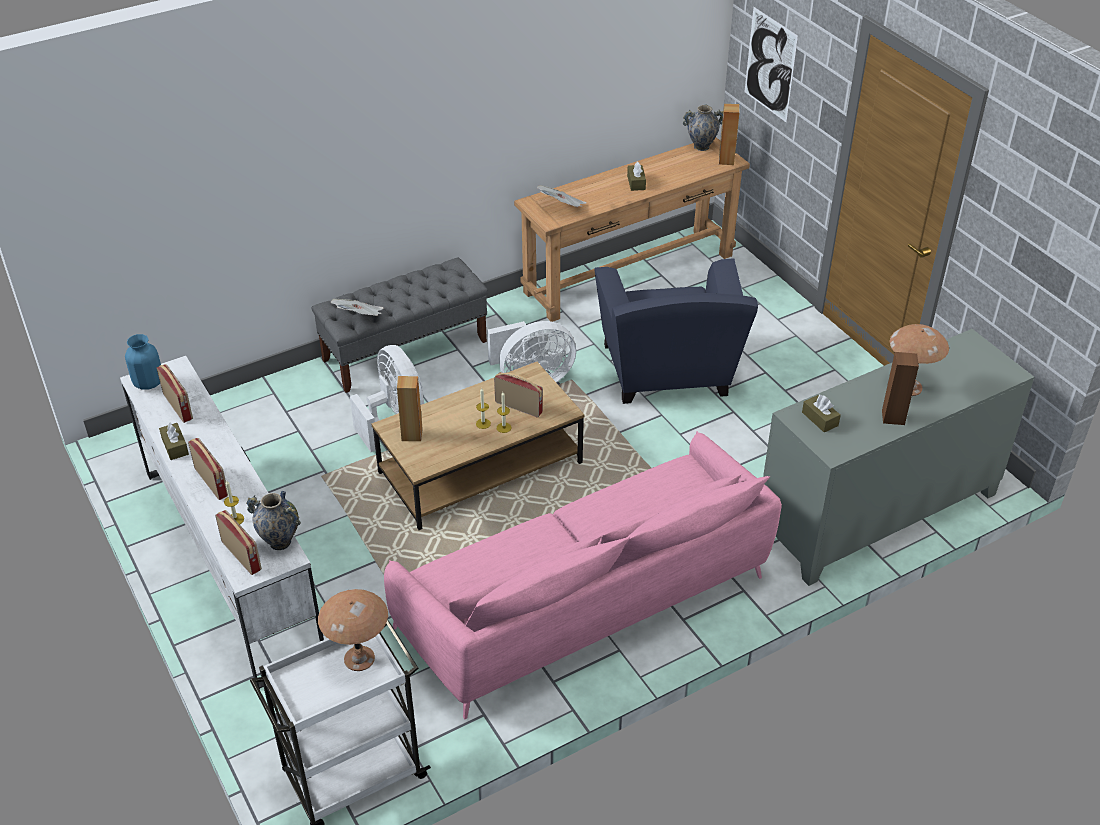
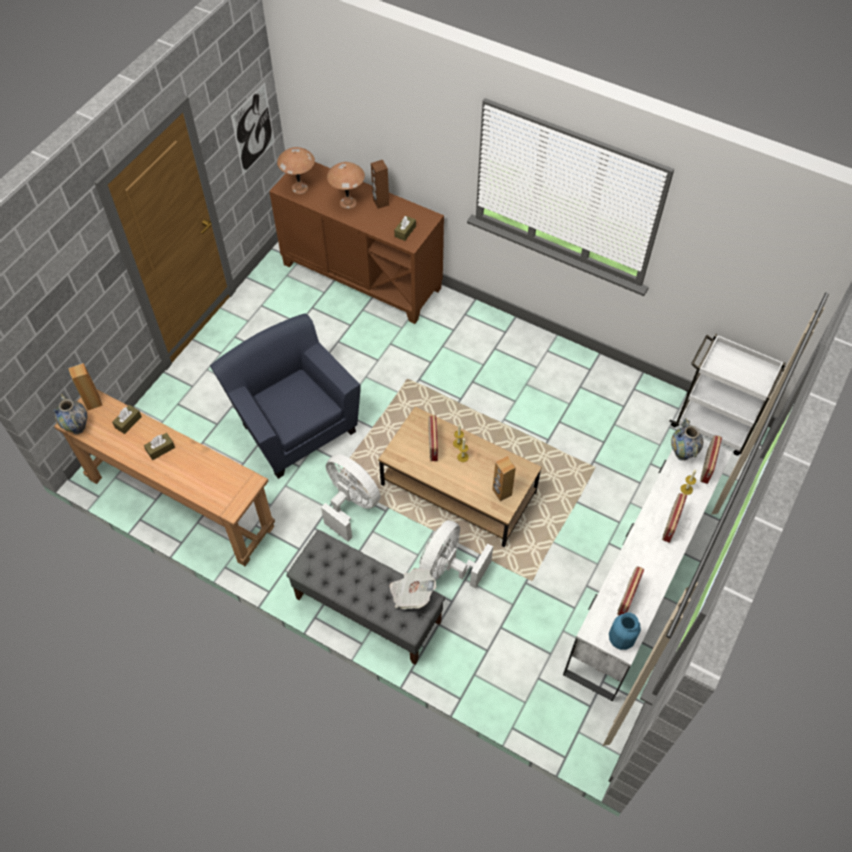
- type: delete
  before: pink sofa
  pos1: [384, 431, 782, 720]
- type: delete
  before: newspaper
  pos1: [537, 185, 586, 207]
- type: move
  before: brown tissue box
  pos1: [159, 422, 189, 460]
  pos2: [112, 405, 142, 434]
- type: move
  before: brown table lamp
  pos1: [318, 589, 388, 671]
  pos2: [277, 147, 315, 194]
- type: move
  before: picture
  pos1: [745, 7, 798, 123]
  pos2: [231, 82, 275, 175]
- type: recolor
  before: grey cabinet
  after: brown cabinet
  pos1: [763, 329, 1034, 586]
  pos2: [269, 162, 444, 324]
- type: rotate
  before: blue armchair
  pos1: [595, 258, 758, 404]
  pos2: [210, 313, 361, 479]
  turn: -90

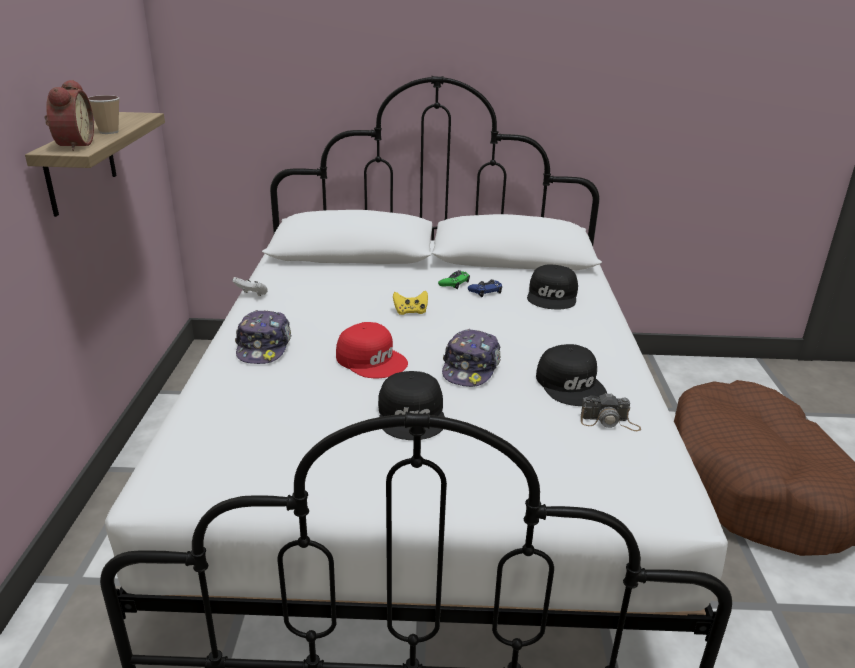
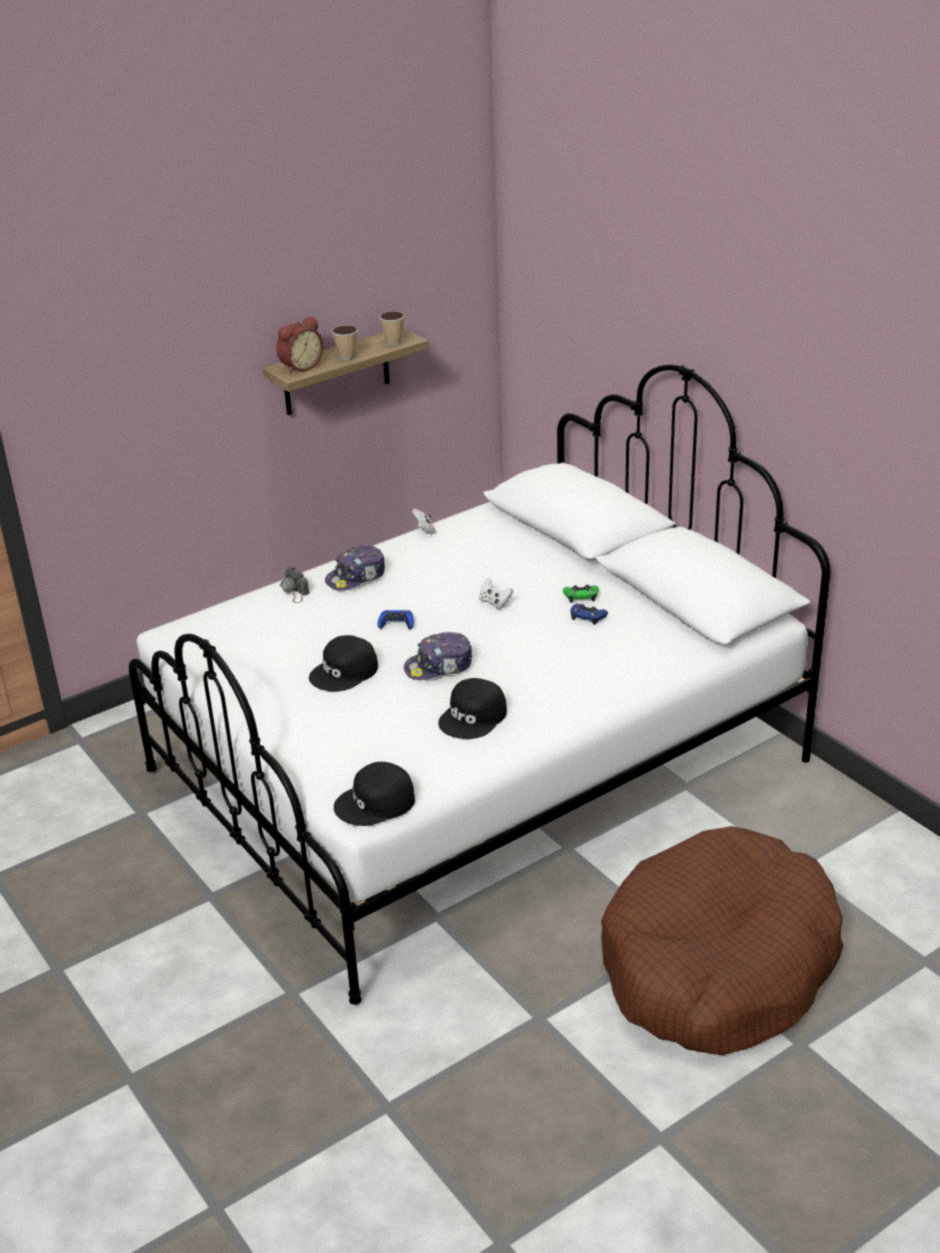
- type: insert
  after: cup
  pos2: [379, 311, 405, 345]
- type: move
  before: black cap
  pos1: [527, 265, 578, 309]
  pos2: [334, 762, 415, 826]
- type: move
  before: photo camera
  pos1: [581, 392, 641, 431]
  pos2: [279, 567, 309, 603]
- type: replace
  before: red cap
  after: blue game controller
  pos1: [336, 322, 408, 378]
  pos2: [377, 610, 414, 629]
- type: recolor
  before: yellow game controller
  after: white game controller
  pos1: [393, 291, 428, 315]
  pos2: [479, 578, 513, 609]

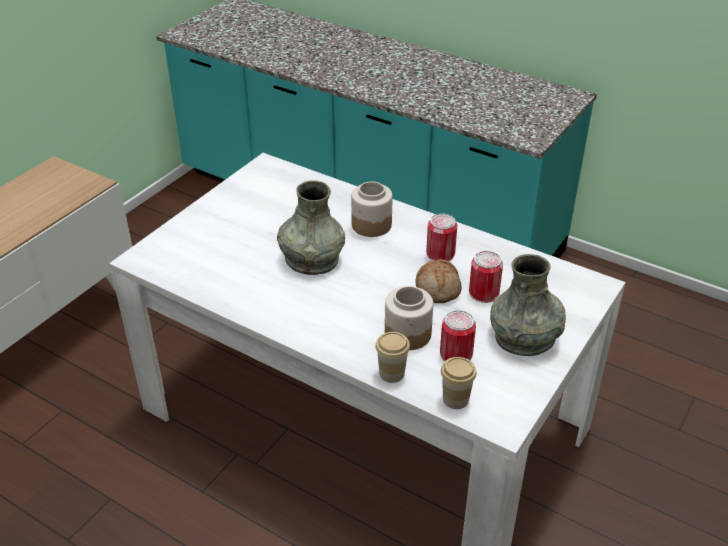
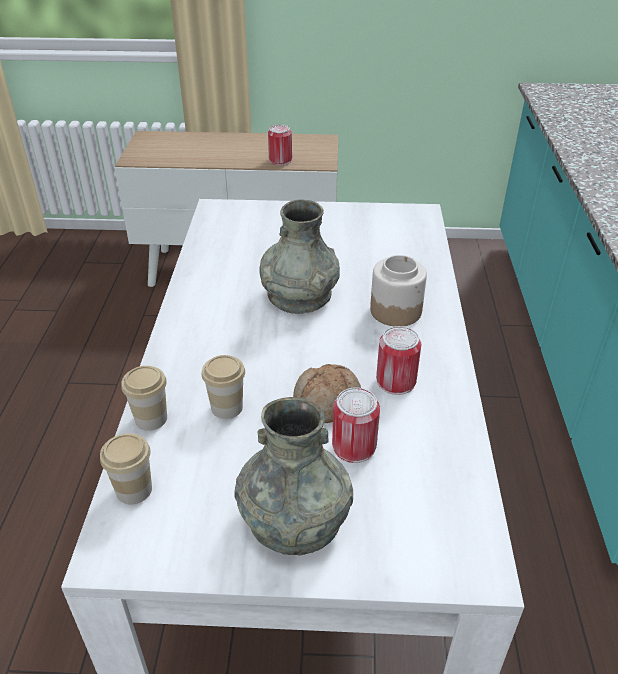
- type: move
  before: can
  pos1: [440, 310, 476, 362]
  pos2: [268, 124, 292, 165]
- type: replace
  before: jar
  after: cup
  pos1: [385, 286, 433, 350]
  pos2: [202, 355, 245, 419]

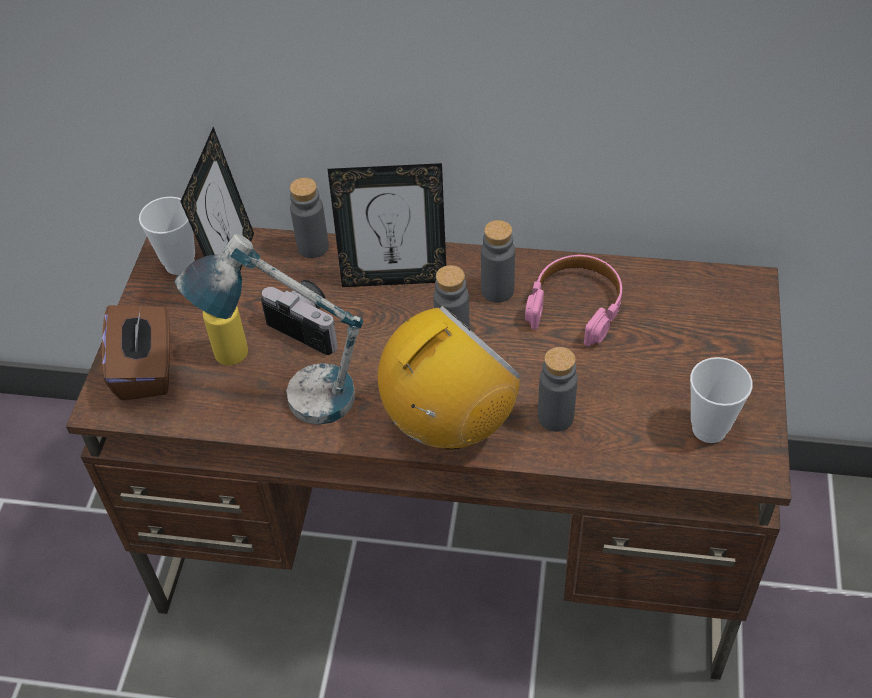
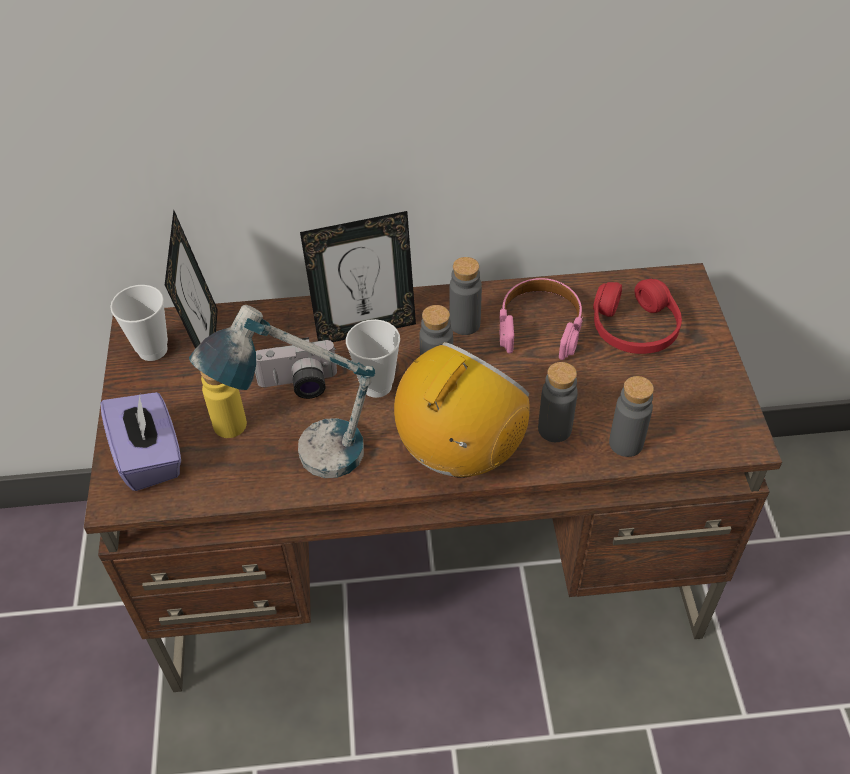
- type: insert
  after: red headphones
  pos2: [593, 279, 682, 354]
- type: move
  before: grey bottle
  pos1: [290, 178, 329, 258]
  pos2: [609, 376, 654, 457]
- type: move
  before: cup
  pos1: [690, 357, 753, 443]
  pos2: [346, 319, 400, 398]
- type: recolor
  before: brown tissue box
  after: purple tissue box
  pos1: [102, 305, 170, 401]
  pos2: [101, 392, 181, 491]
- type: rotate
  before: photo camera
  pos1: [261, 280, 338, 355]
  pos2: [255, 337, 337, 399]
  turn: 150

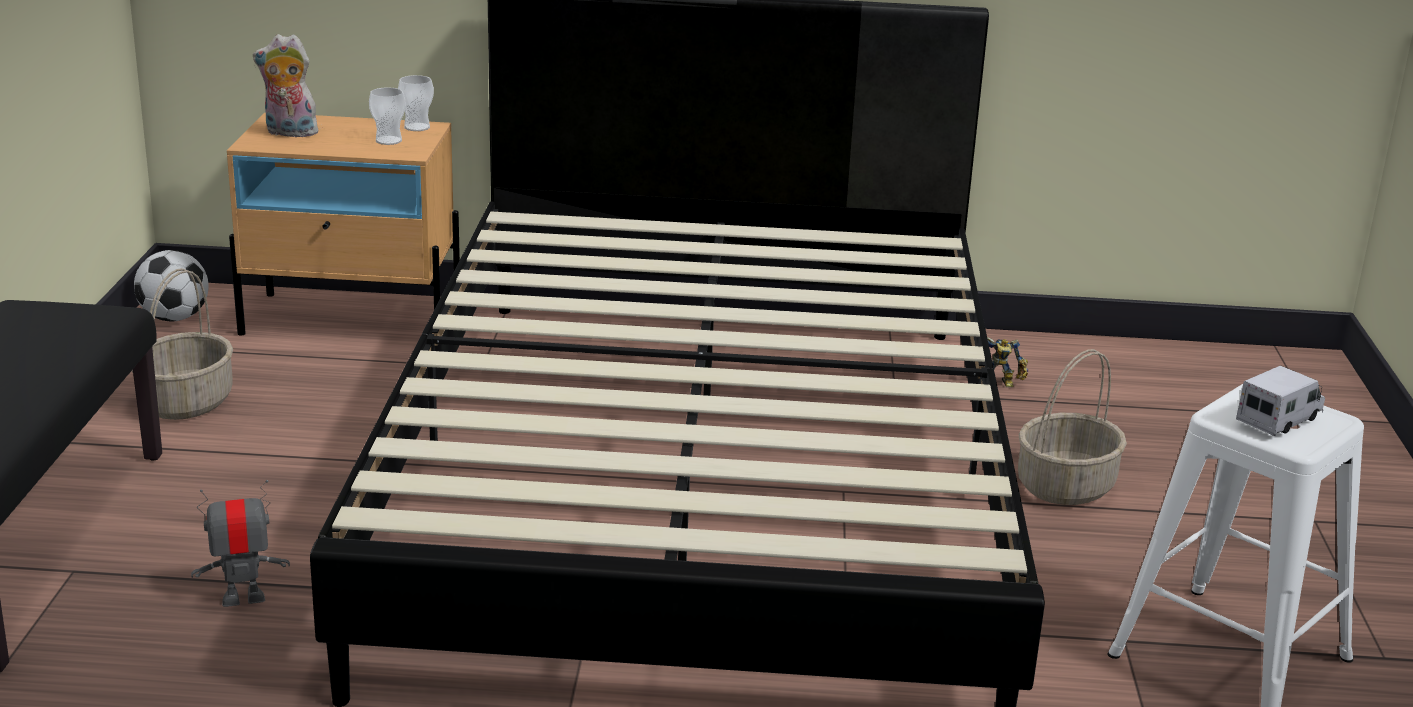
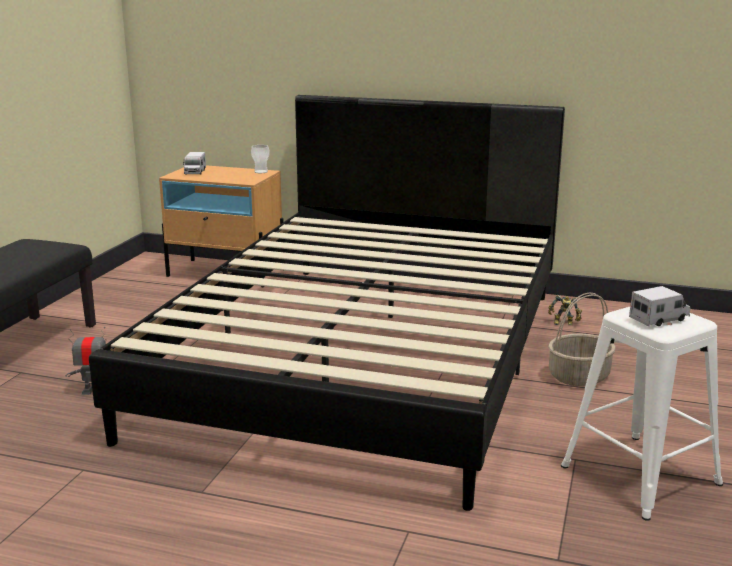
- type: delete
  before: basket
  pos1: [132, 268, 233, 420]
- type: delete
  before: football
  pos1: [134, 250, 209, 321]
- type: delete
  before: cup
  pos1: [369, 87, 406, 145]
- type: replace
  before: plush toy
  after: toy truck
  pos1: [253, 34, 318, 137]
  pos2: [183, 152, 206, 175]

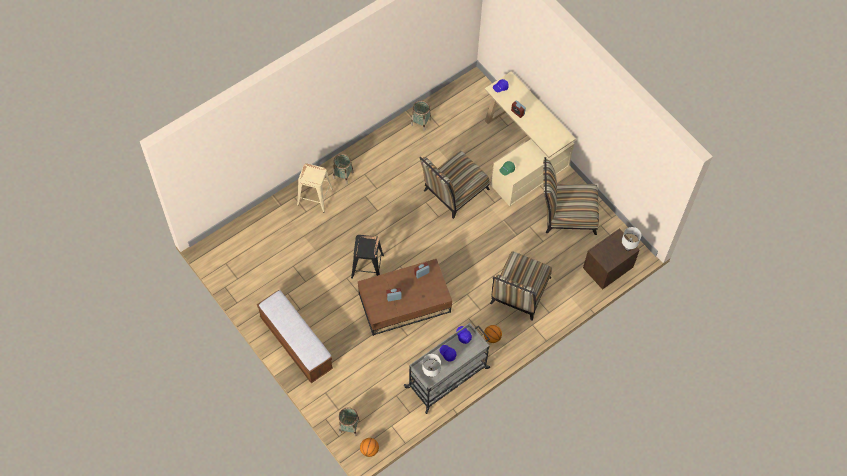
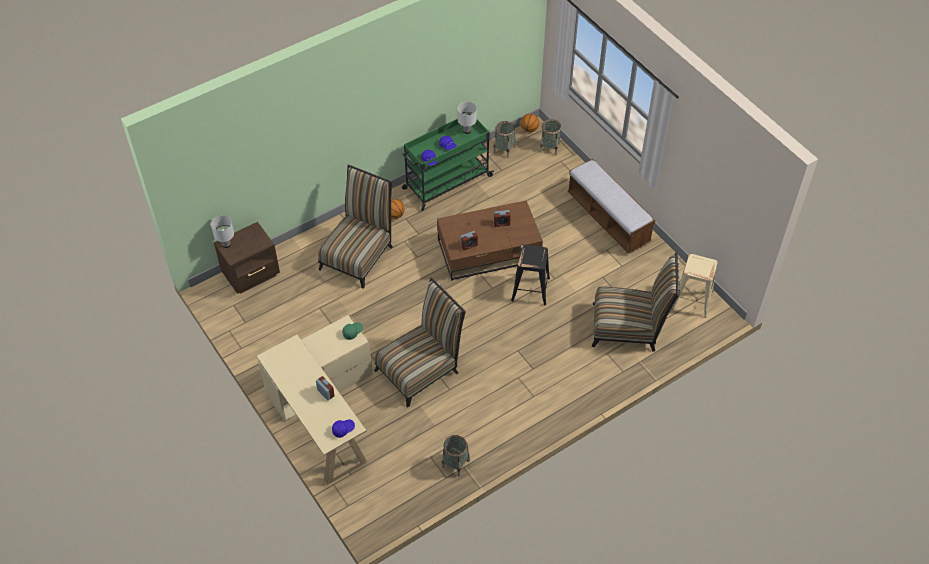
- type: move
  before: beige stool
  pos1: [297, 163, 333, 212]
  pos2: [672, 254, 717, 318]
- type: move
  before: basket
  pos1: [333, 154, 354, 184]
  pos2: [493, 121, 516, 158]
- type: move
  before: chair
  pos1: [543, 157, 599, 235]
  pos2: [592, 253, 680, 352]
- type: recolor
  before: grey cart
  after: green cart
  pos1: [404, 323, 490, 414]
  pos2: [402, 113, 494, 211]

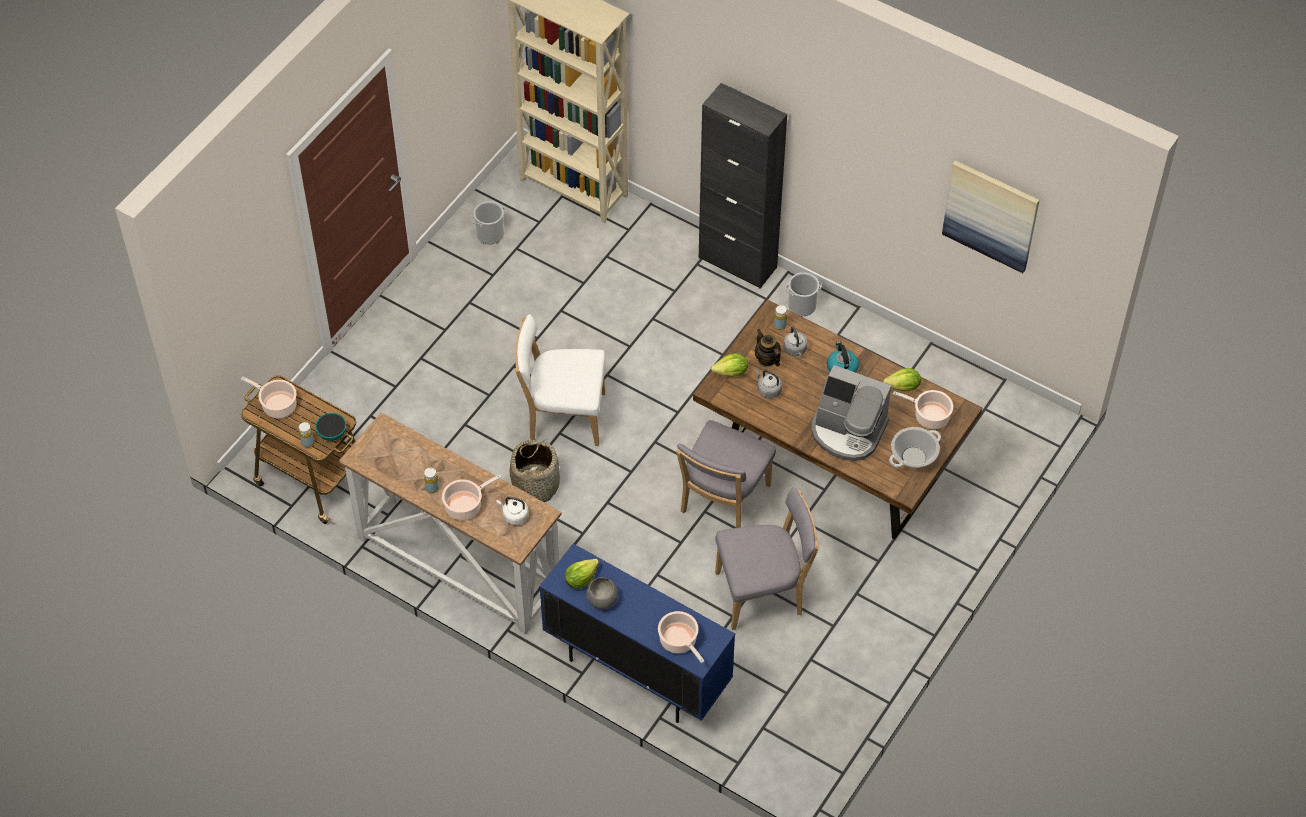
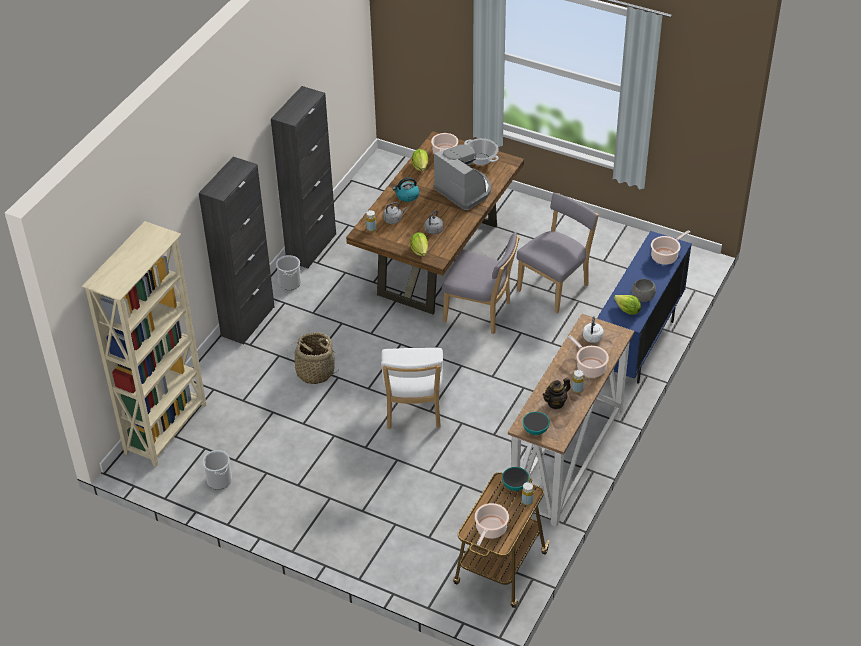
- type: delete
  before: picture
  pos1: [942, 161, 1040, 273]
- type: insert
  after: black cabinet
  pos2: [271, 86, 336, 268]
- type: insert
  after: bowl
  pos2: [523, 412, 550, 435]
- type: move
  before: basket
  pos1: [510, 439, 560, 502]
  pos2: [287, 332, 336, 384]
- type: move
  before: teapot
  pos1: [755, 329, 781, 367]
  pos2: [543, 378, 571, 409]
- type: rotate
  before: grey chair
  pos1: [715, 488, 819, 630]
  pos2: [517, 193, 599, 313]
  turn: 60
- type: rotate
  before: coffee machine
  pos1: [811, 365, 891, 461]
  pos2: [434, 144, 491, 210]
  turn: -60

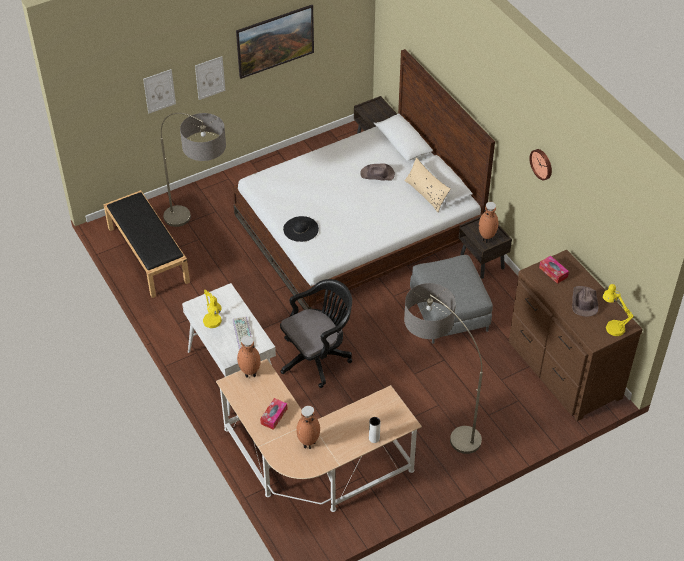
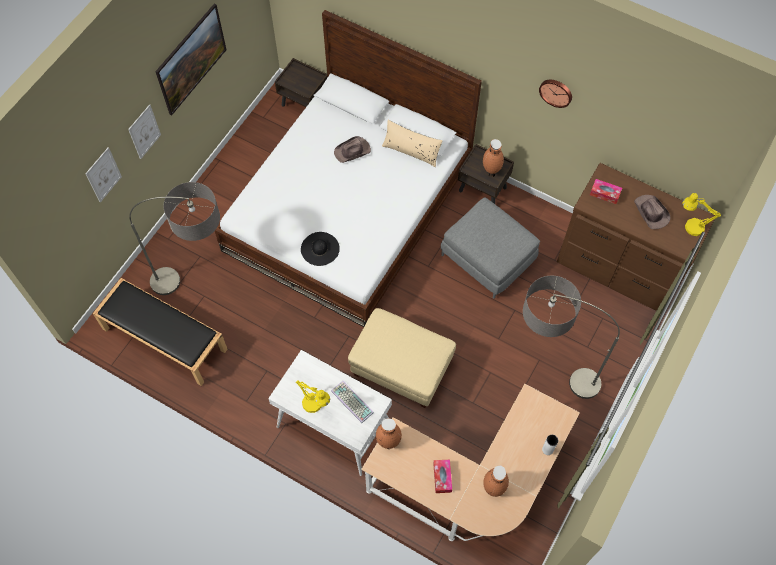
- type: replace
  before: black office chair
  after: beige ottoman
  pos1: [280, 279, 352, 388]
  pos2: [348, 308, 456, 408]

